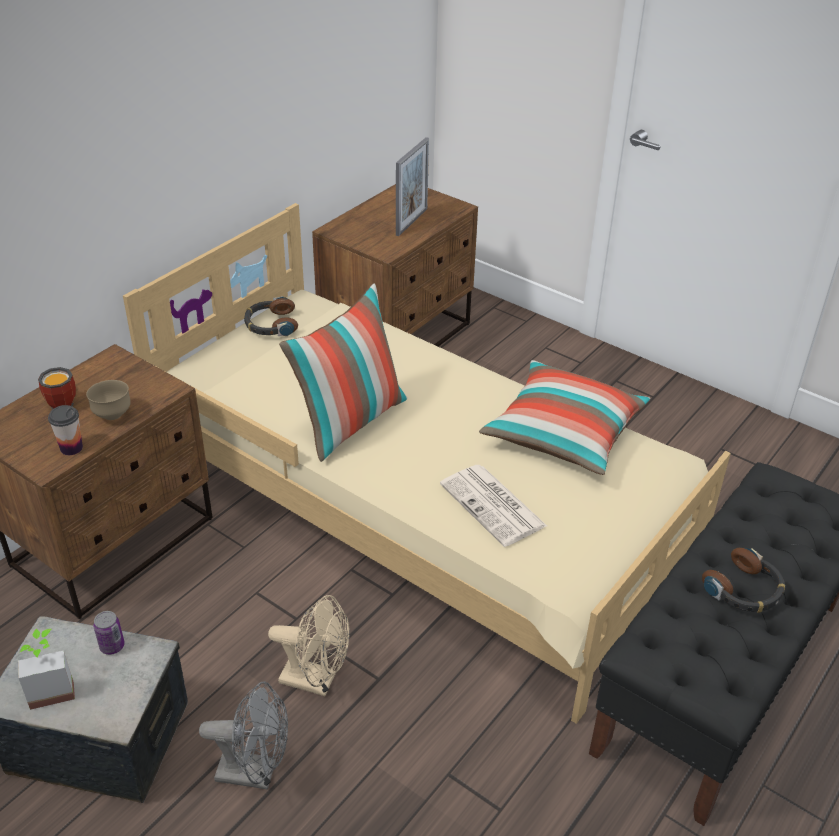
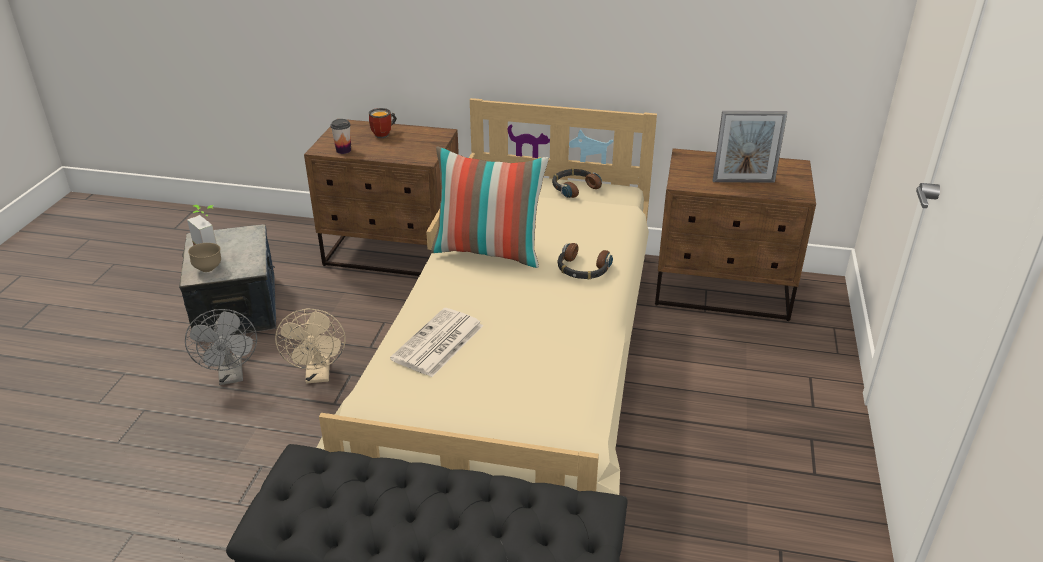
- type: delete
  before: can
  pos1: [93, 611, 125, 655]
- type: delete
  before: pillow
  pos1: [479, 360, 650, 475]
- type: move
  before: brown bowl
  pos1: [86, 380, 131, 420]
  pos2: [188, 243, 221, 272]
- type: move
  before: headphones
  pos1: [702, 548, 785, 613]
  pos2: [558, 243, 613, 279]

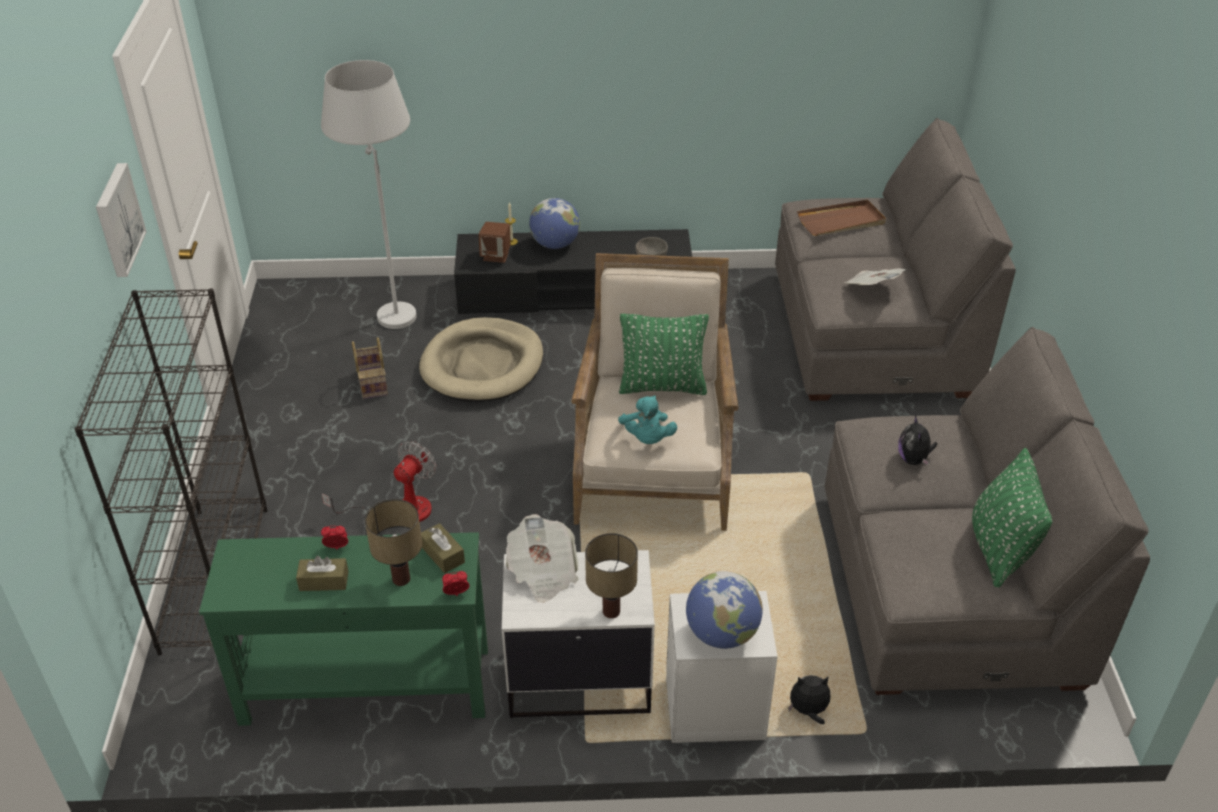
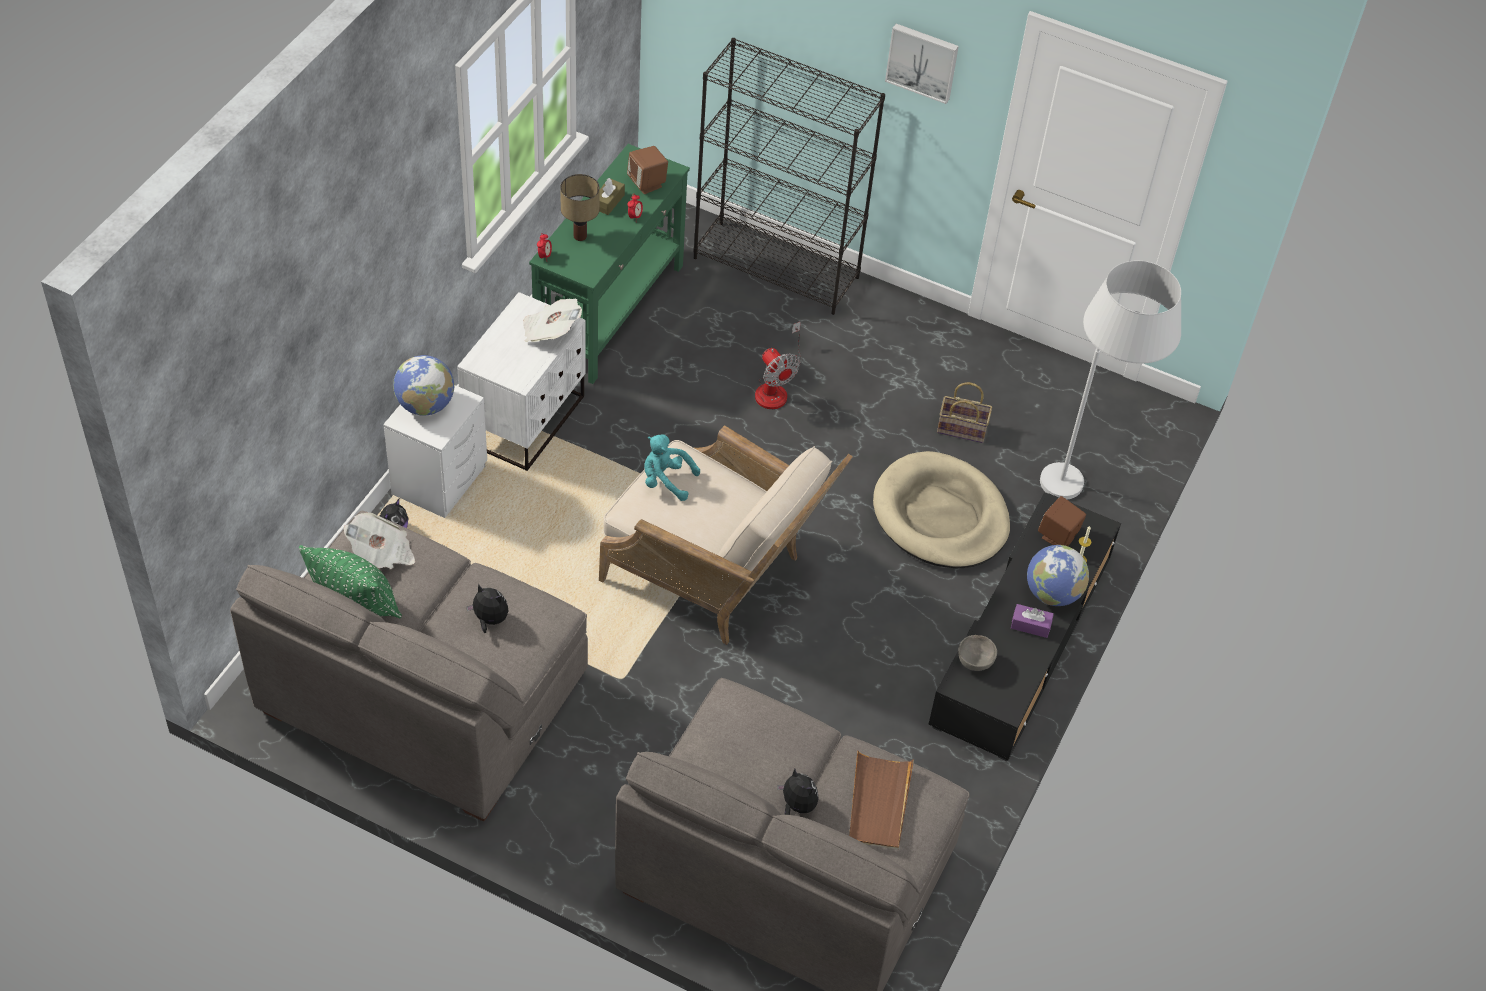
- type: delete
  before: brown tissue box
  pos1: [421, 523, 465, 573]
- type: delete
  before: table lamp
  pos1: [585, 533, 638, 618]
- type: delete
  before: green pillow
  pos1: [619, 314, 709, 395]
- type: insert
  after: brown speaker
  pos2: [627, 146, 668, 194]
- type: insert
  after: plush toy
  pos2: [777, 769, 819, 815]
- type: insert
  after: purple tissue box
  pos2: [1011, 604, 1054, 638]
- type: move
  before: newspaper
  pos1: [844, 268, 907, 285]
  pos2: [344, 512, 415, 569]

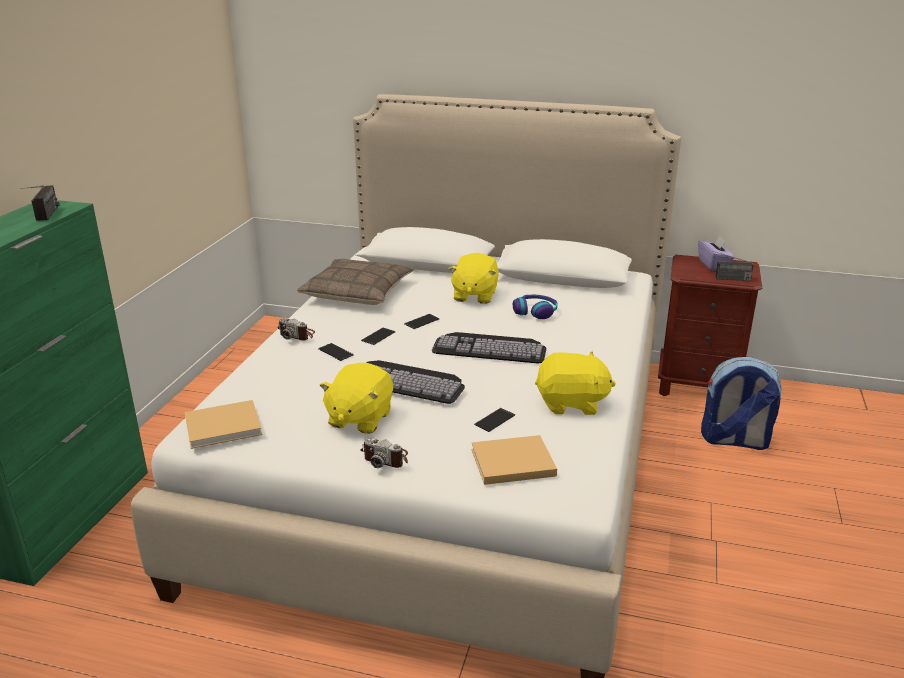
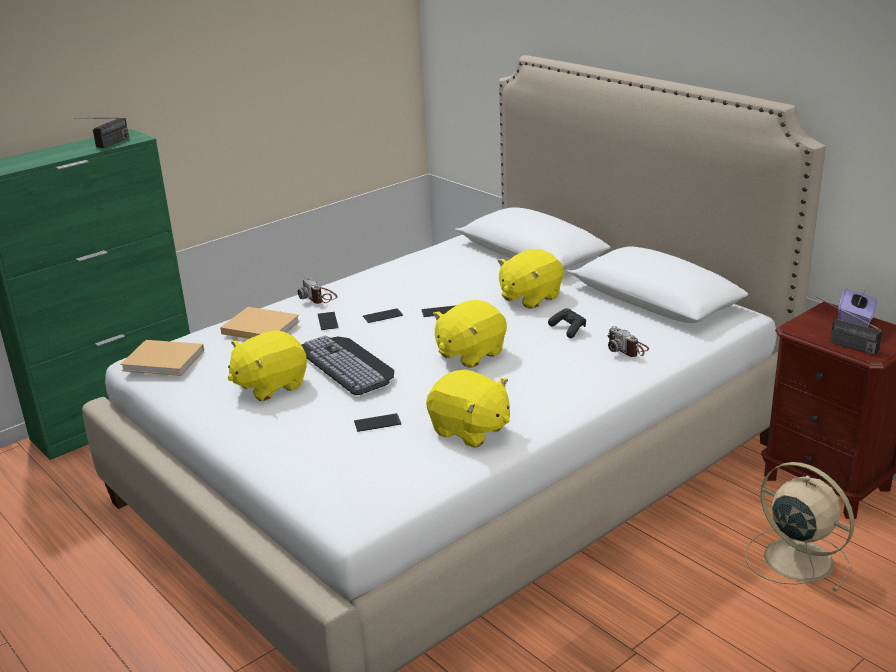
- type: delete
  before: pillow
  pos1: [297, 259, 414, 305]
- type: move
  before: photo camera
  pos1: [360, 438, 408, 468]
  pos2: [608, 326, 649, 357]
- type: move
  before: beige book
  pos1: [471, 435, 557, 485]
  pos2: [220, 307, 300, 339]
- type: replace
  before: keyboard
  after: yellow plush toy
  pos1: [432, 332, 547, 363]
  pos2: [433, 300, 507, 368]
- type: replace
  before: headphones
  after: black game controller
  pos1: [513, 295, 558, 319]
  pos2: [548, 308, 586, 338]
- type: replace
  before: backpack
  after: beige fan
  pos1: [701, 357, 782, 450]
  pos2: [745, 462, 854, 592]

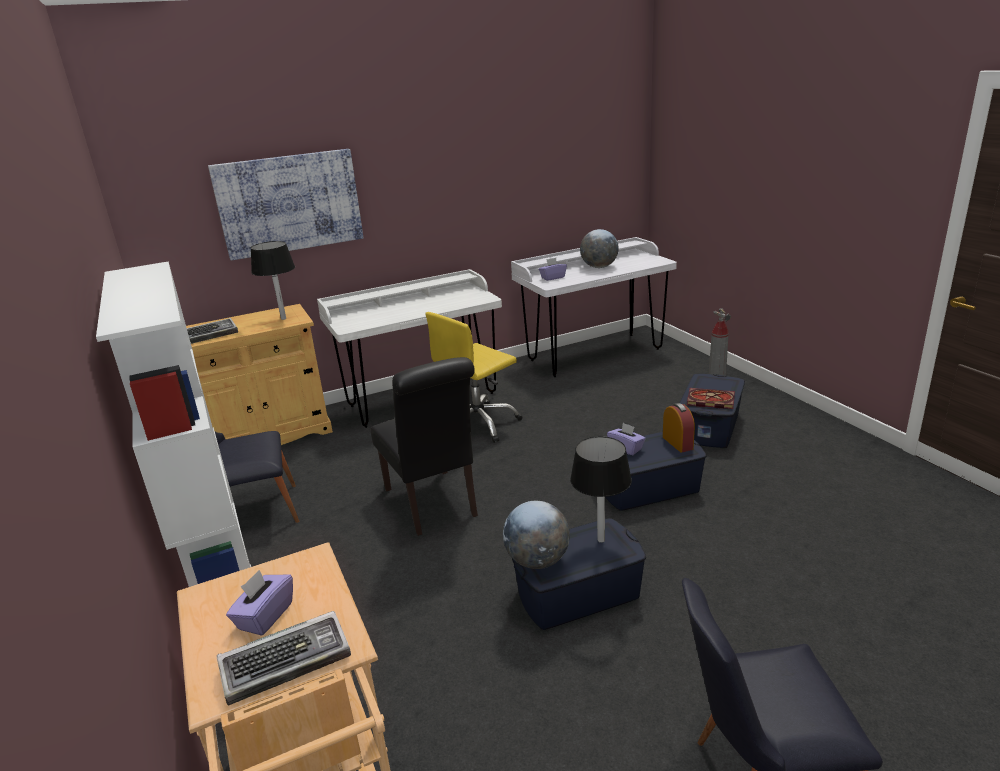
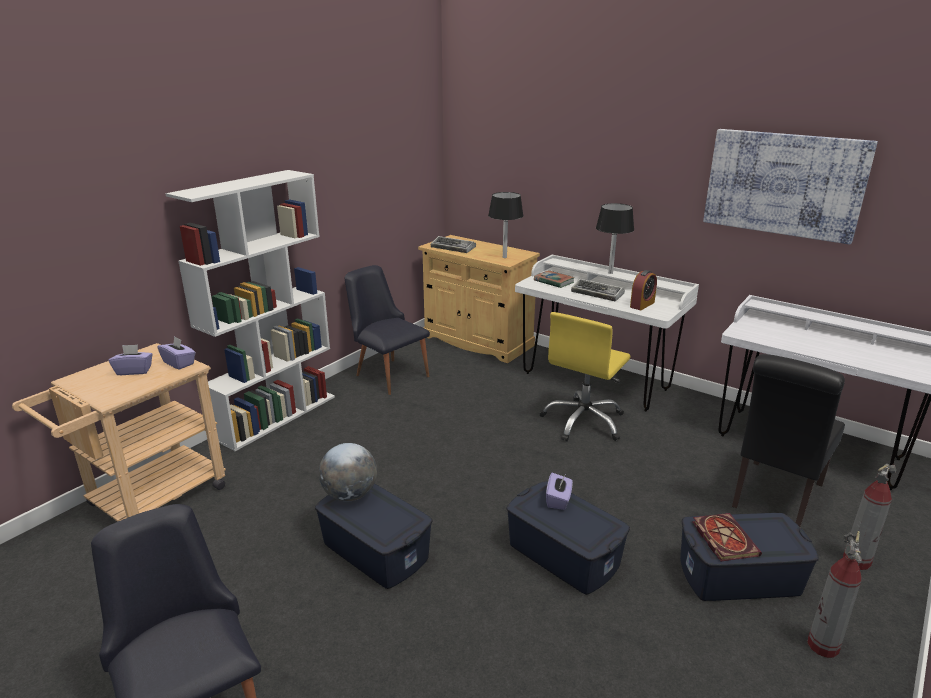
- type: delete
  before: globe
  pos1: [580, 229, 619, 268]
- type: insert
  after: book
  pos2: [534, 270, 575, 288]
- type: insert
  after: fire extinguisher
  pos2: [807, 531, 862, 658]
- type: move
  before: picture
  pos1: [208, 149, 363, 260]
  pos2: [703, 129, 878, 245]
- type: move
  before: keyboard
  pos1: [217, 611, 351, 705]
  pos2: [571, 279, 625, 301]
- type: move
  before: black chair
  pos1: [370, 357, 478, 536]
  pos2: [732, 354, 845, 527]
- type: move
  before: purple tissue box
  pos1: [539, 258, 567, 281]
  pos2: [157, 336, 196, 370]
- type: move
  before: black table lamp
  pos1: [570, 436, 632, 543]
  pos2: [596, 203, 634, 274]
- type: move
  before: alarm clock
  pos1: [663, 403, 695, 453]
  pos2: [630, 270, 657, 310]
- type: rotate
  before: yellow office chair
  pos1: [425, 312, 523, 443]
  pos2: [539, 312, 631, 442]
  turn: -75

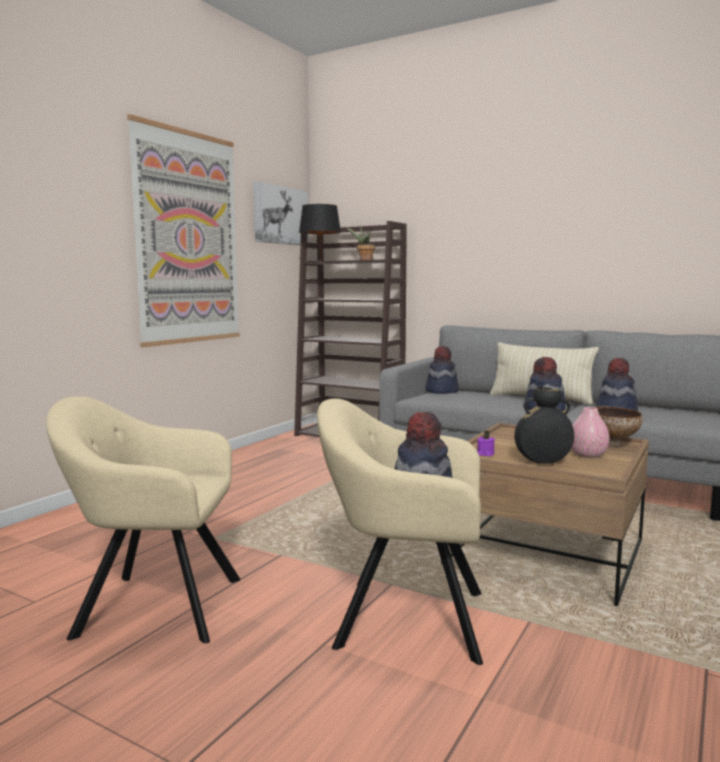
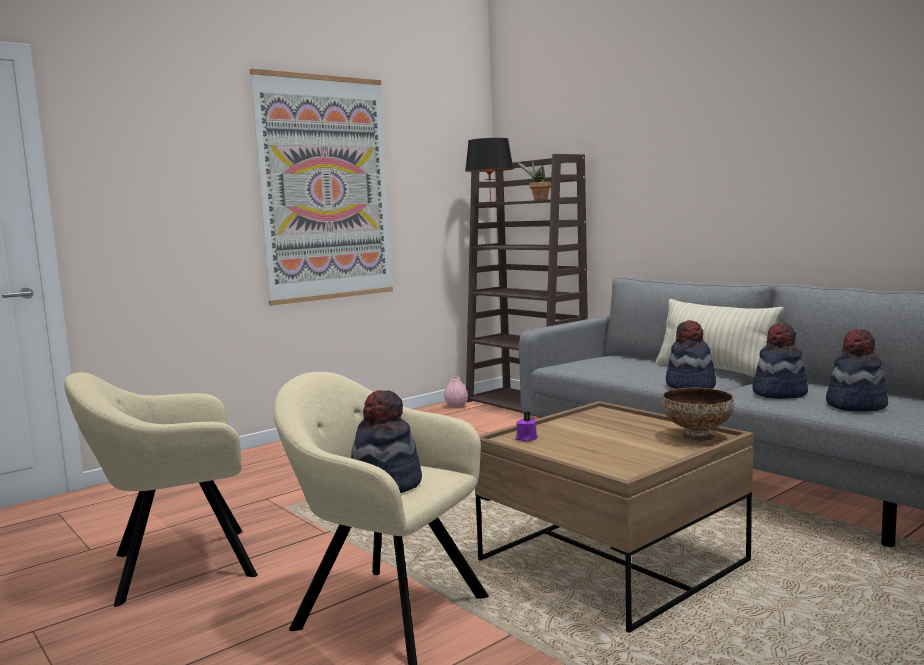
- type: delete
  before: picture
  pos1: [253, 181, 309, 245]
- type: delete
  before: black vase
  pos1: [514, 387, 574, 464]
- type: move
  before: hat
  pos1: [426, 346, 459, 394]
  pos2: [826, 330, 888, 412]
- type: move
  before: pink vase
  pos1: [572, 407, 610, 458]
  pos2: [444, 376, 468, 408]
- type: rotate
  before: beige armchair
  pos1: [46, 396, 241, 643]
  pos2: [64, 372, 258, 607]
  turn: -45

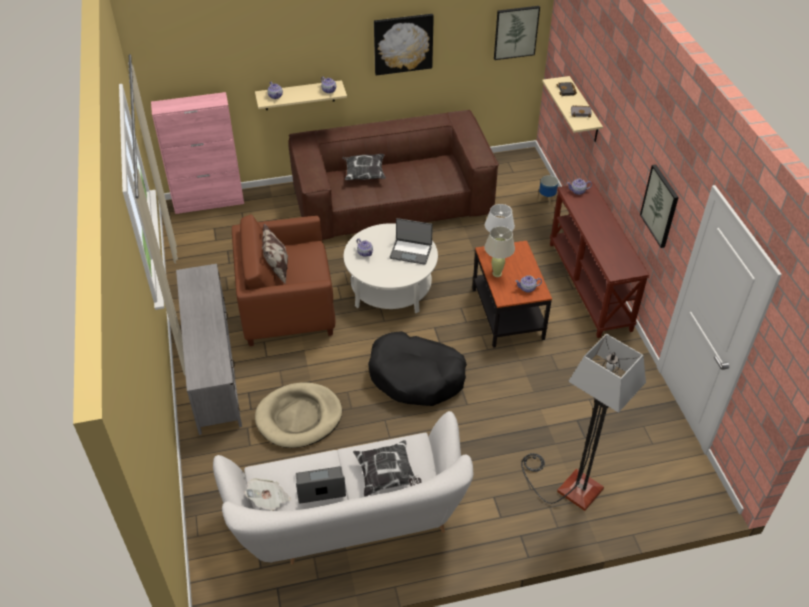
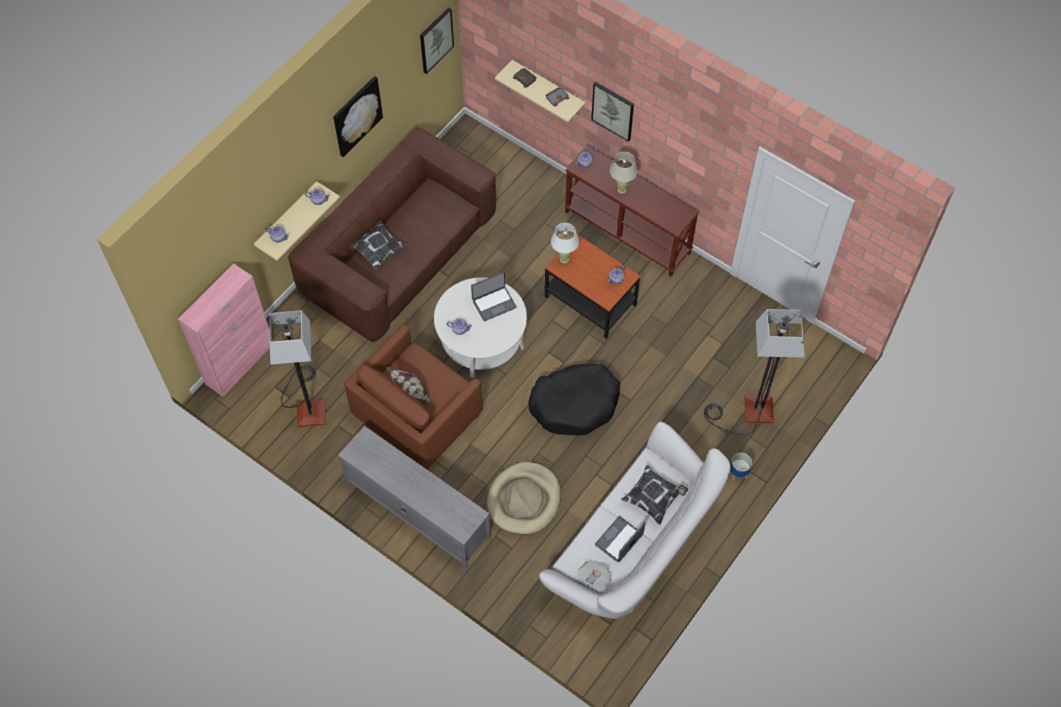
- type: insert
  after: floor lamp
  pos2: [269, 310, 326, 427]
- type: move
  before: beige table lamp
  pos1: [484, 226, 515, 277]
  pos2: [610, 152, 638, 194]
- type: move
  before: planter
  pos1: [538, 175, 558, 205]
  pos2: [730, 453, 752, 481]
- type: move
  before: picture
  pos1: [640, 164, 679, 248]
  pos2: [591, 82, 634, 142]

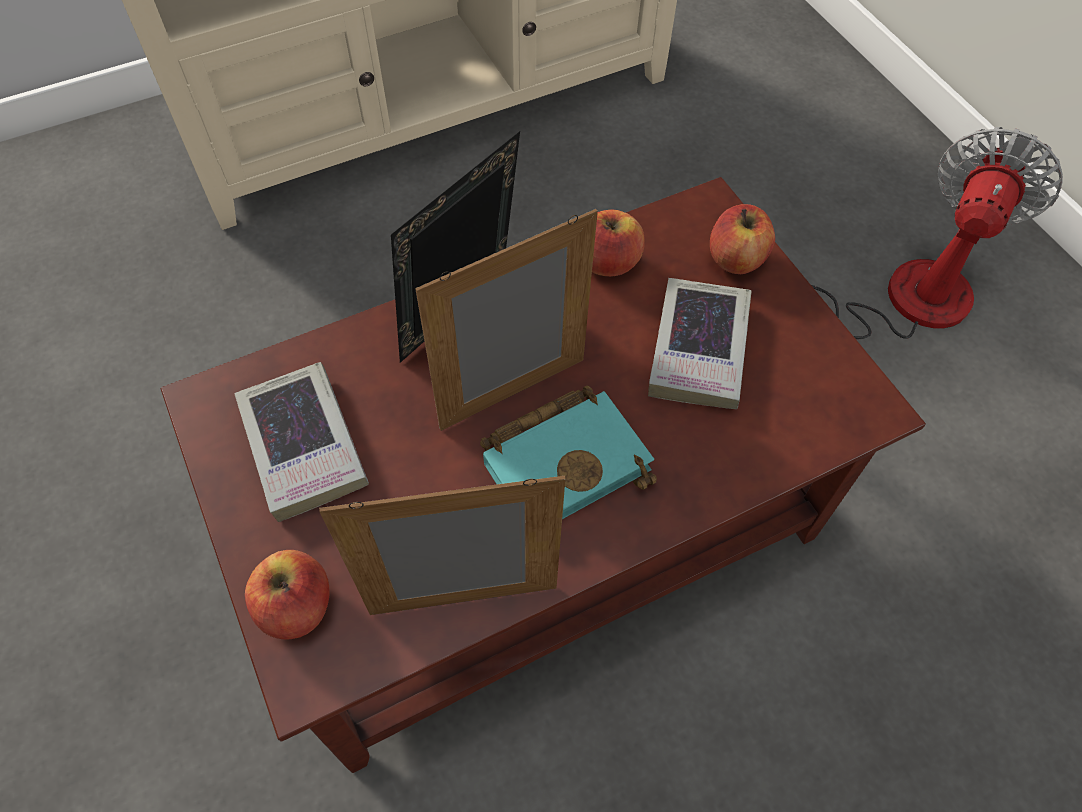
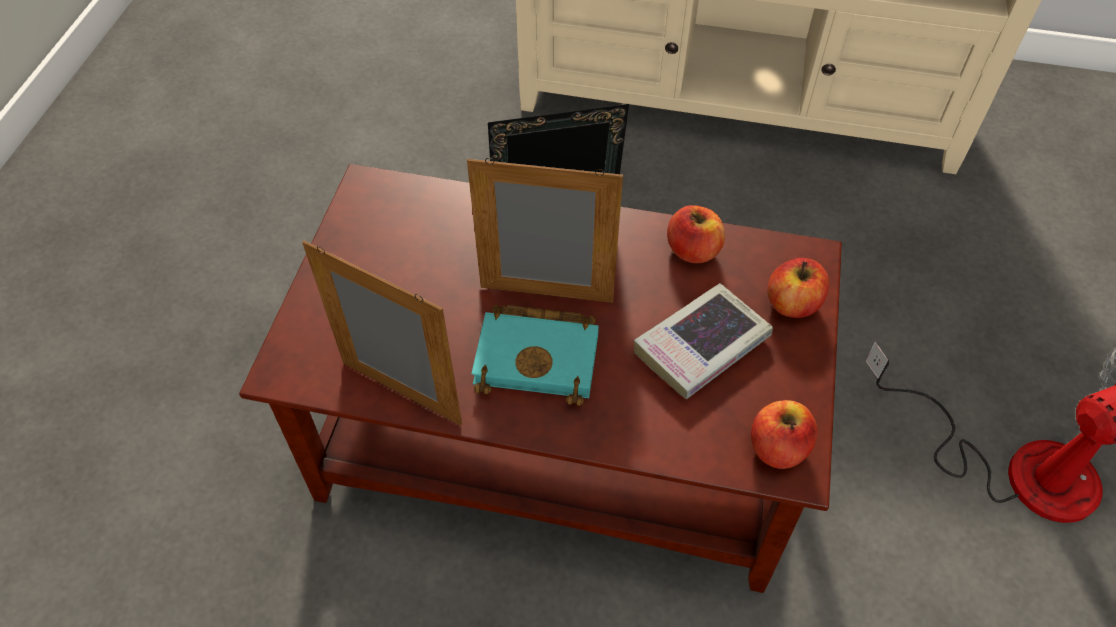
- type: delete
  before: book
  pos1: [234, 362, 369, 522]
- type: move
  before: apple
  pos1: [245, 550, 330, 640]
  pos2: [751, 400, 818, 469]

